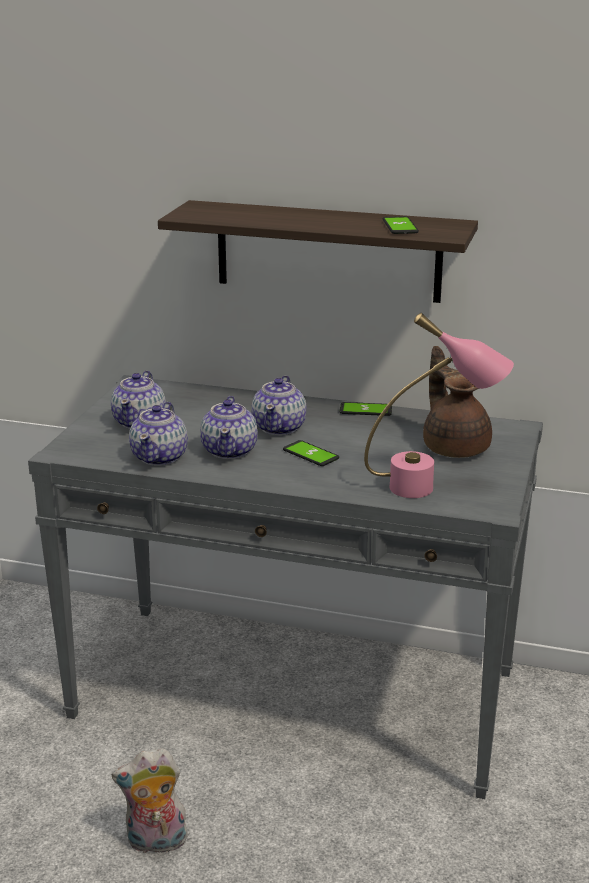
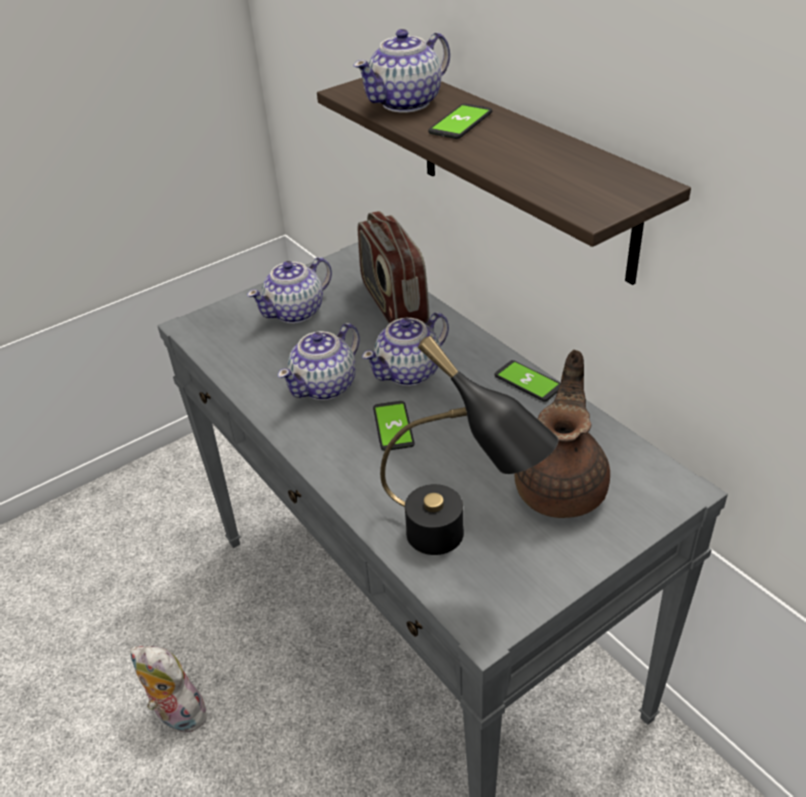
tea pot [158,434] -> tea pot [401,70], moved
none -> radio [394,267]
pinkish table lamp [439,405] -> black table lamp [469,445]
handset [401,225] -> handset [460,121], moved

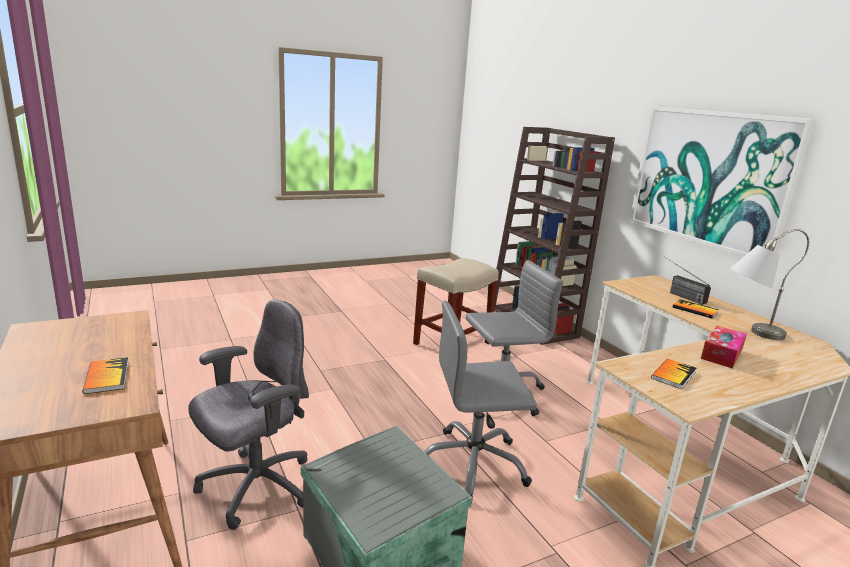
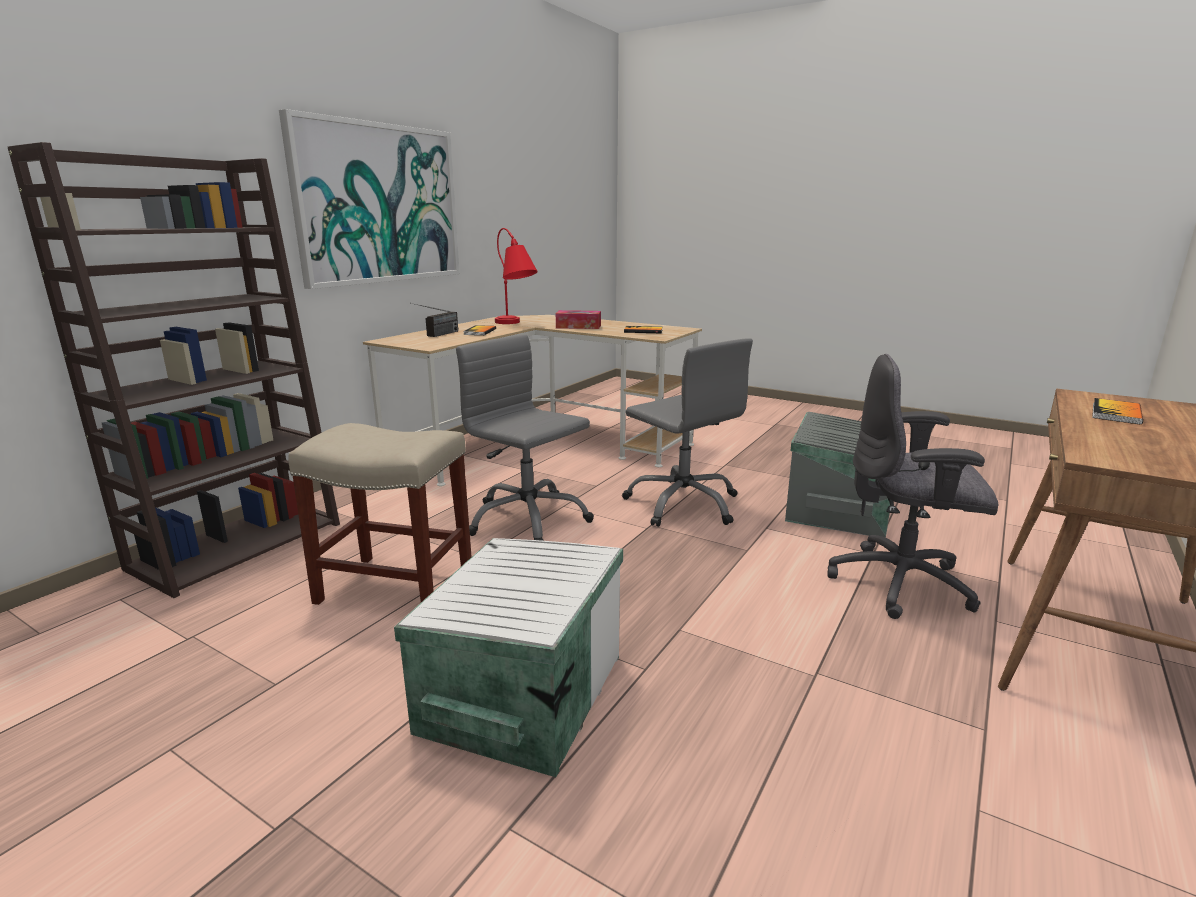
none -> white storage bin [508,657]
greyish table lamp [769,284] -> red table lamp [516,276]

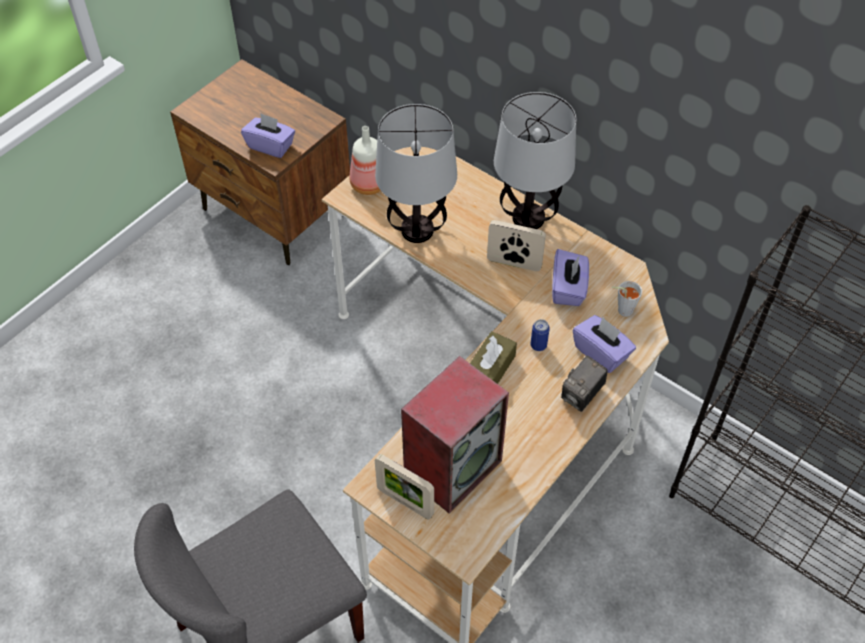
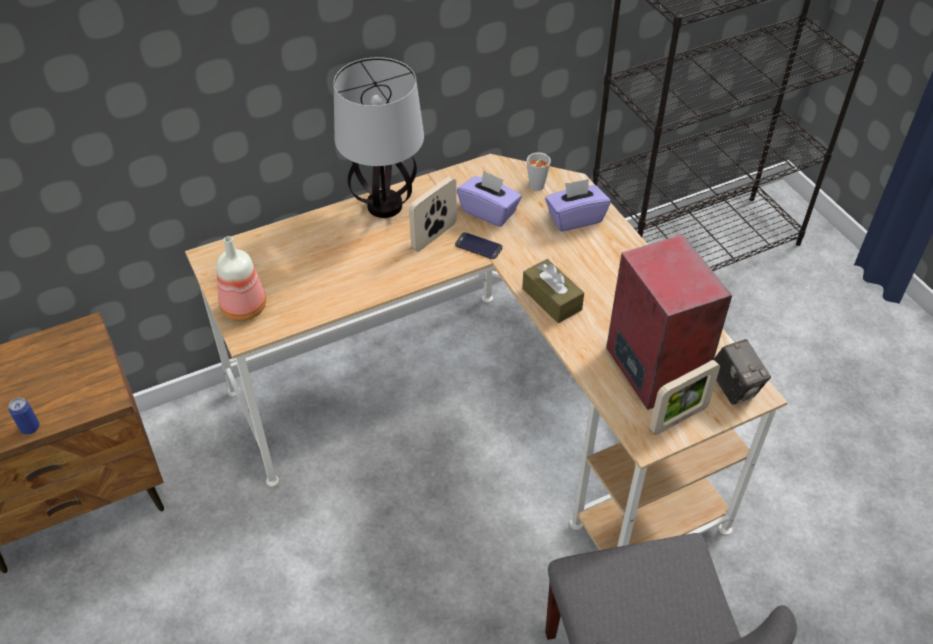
metal can [540,335] -> metal can [24,415], moved
none -> handset [479,245]
photo camera [584,383] -> photo camera [742,372], moved
purple tissue holder [268,135] -> none
table lamp [416,173] -> none

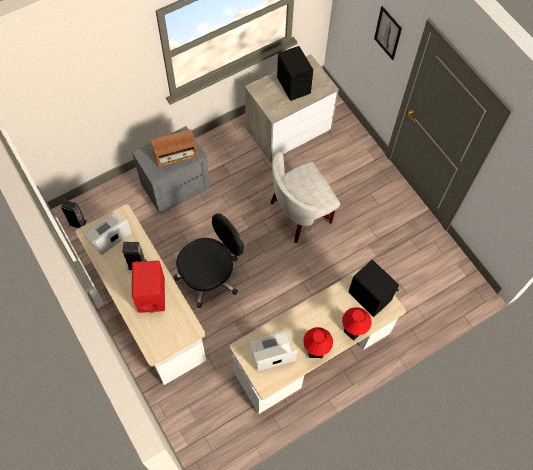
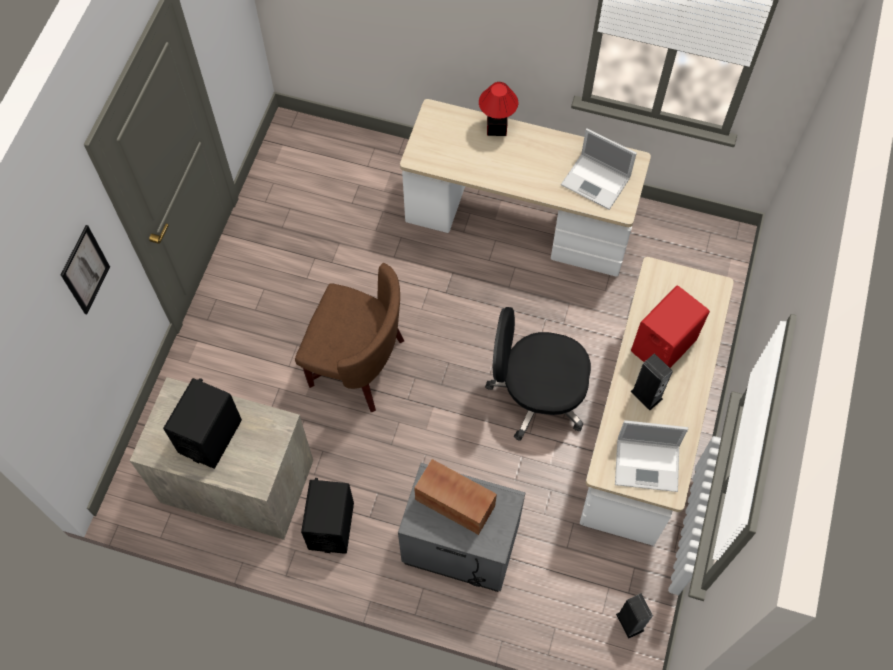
white lounge chair [305,197] -> brownish lounge chair [349,338]
black audio speaker [373,288] -> black audio speaker [327,516], moved
table lamp [318,342] -> none

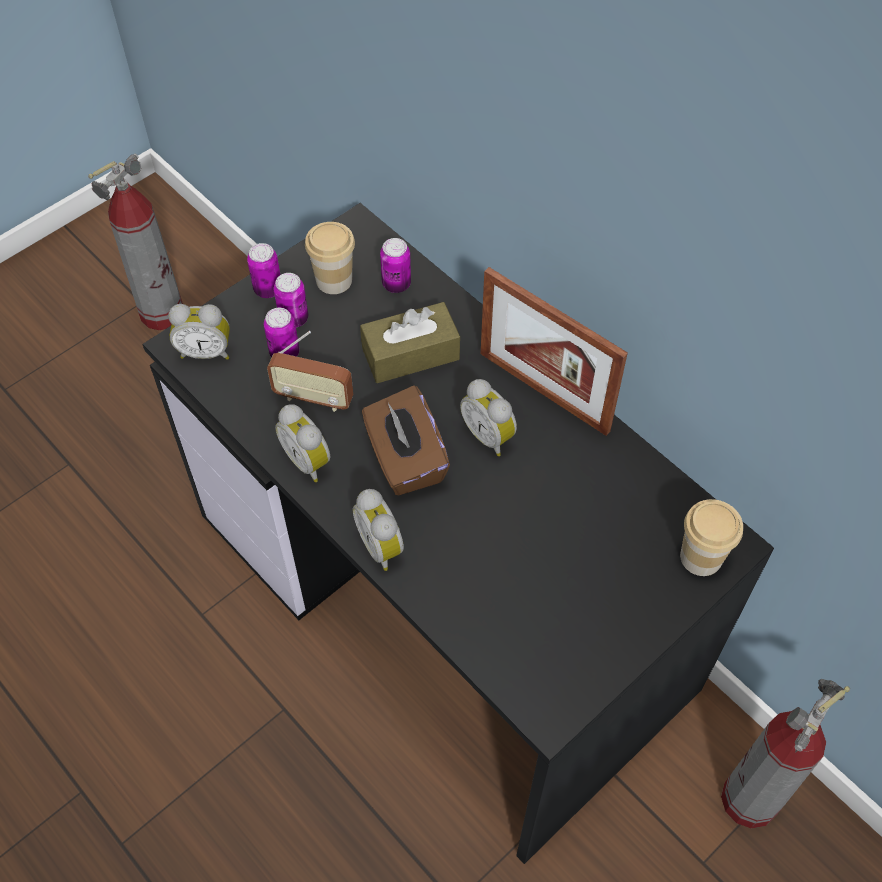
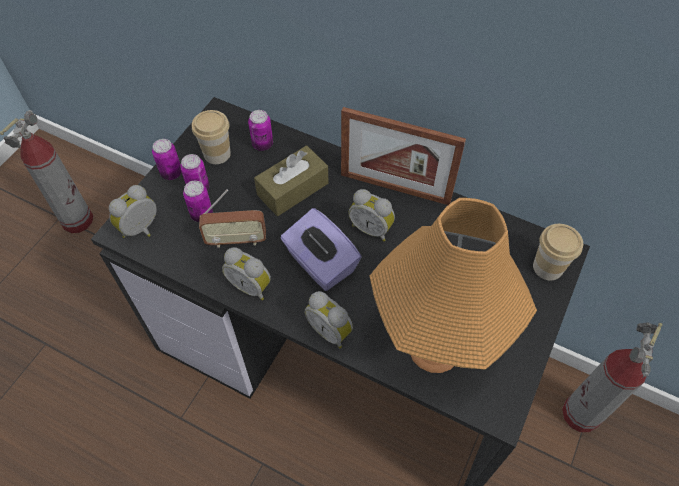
alarm clock [199,332] -> alarm clock [133,211], 150 degrees clockwise
brownish tissue holder [406,440] -> purple tissue holder [321,249]
none -> orange-coloured table lamp [453,285]

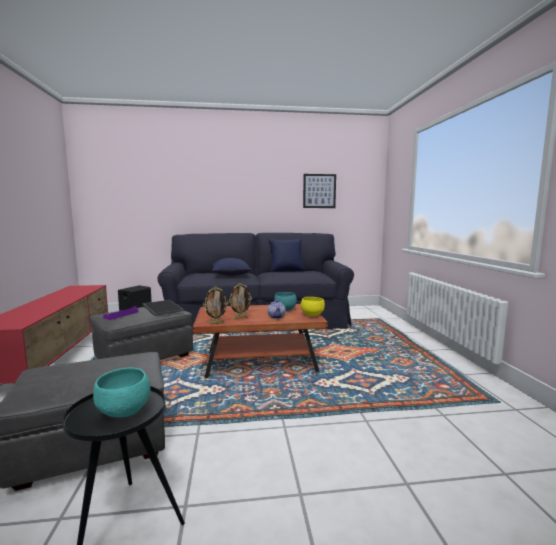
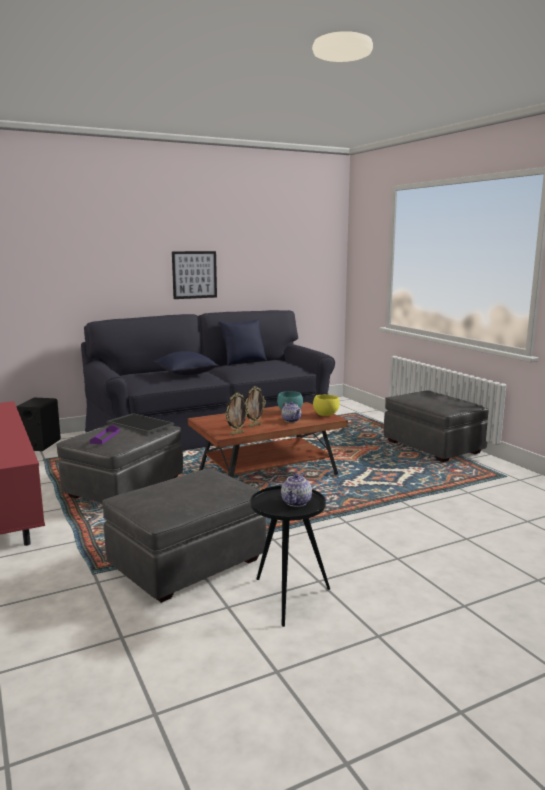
wall picture [319,191] -> wall picture [194,275], moved
turquoise deep dish [122,392] -> tea pot [296,489]
none -> greyish ottoman [436,426]

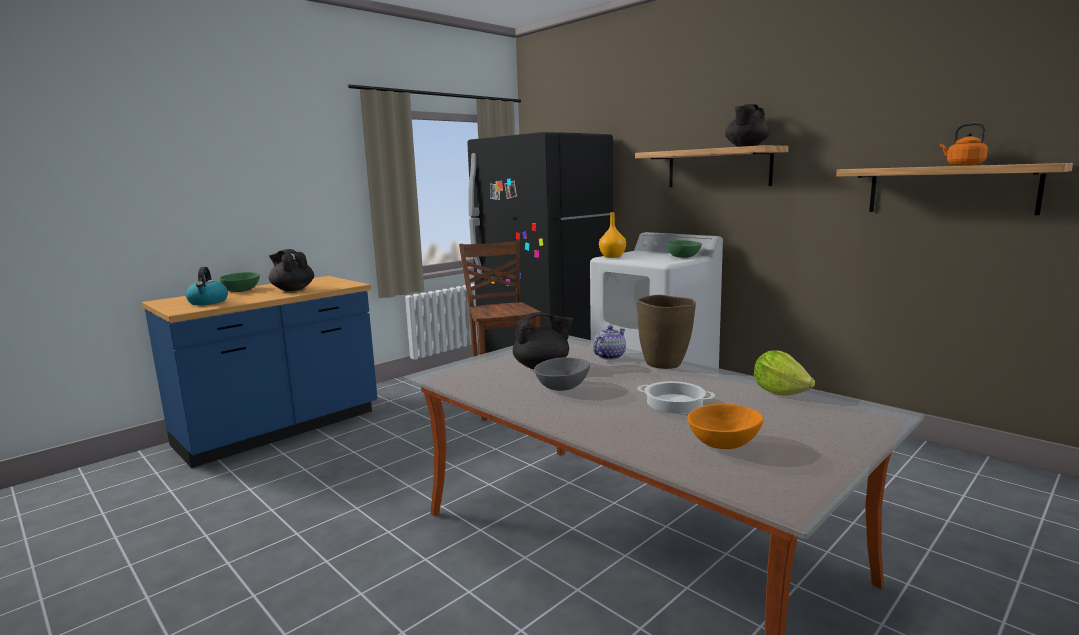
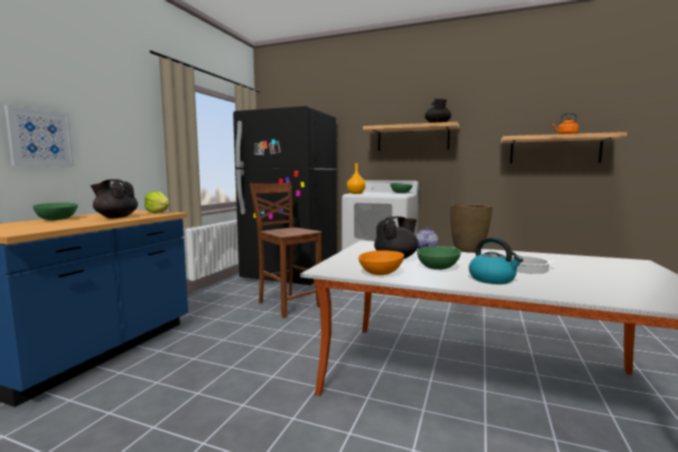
none -> wall picture [39,136]
lettuce head [784,373] -> lettuce head [157,202], moved
orange-coloured deep dish [725,426] -> orange-coloured deep dish [381,262], moved
greyish deep dish [562,374] -> green deep dish [439,258]
water kettle [206,286] -> water kettle [496,260], moved

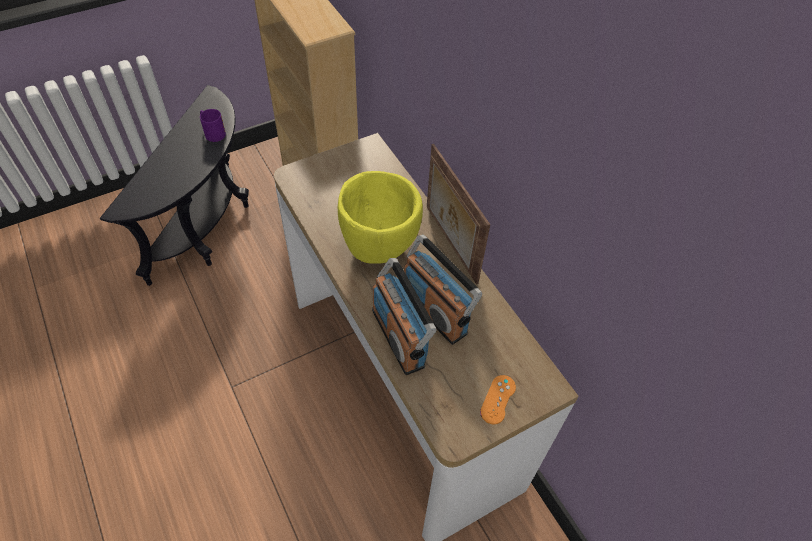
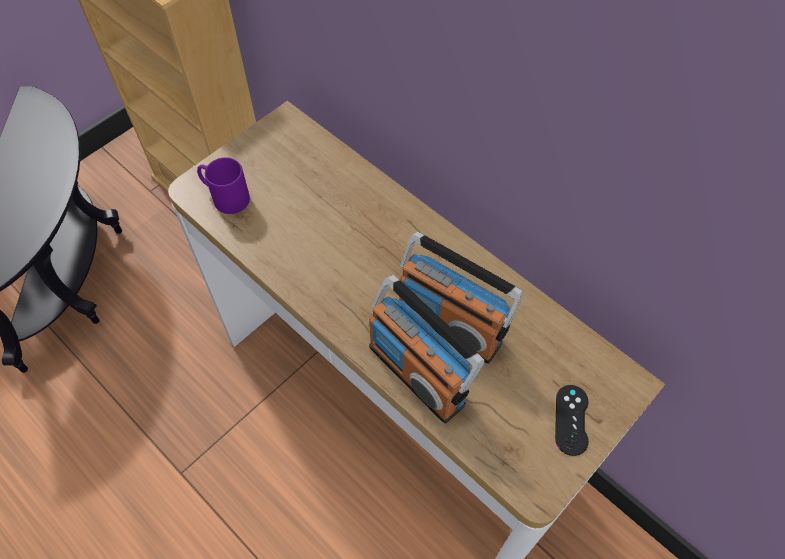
purple coffee mug [213,125] -> purple coffee mug [223,185], moved
orange-coloured game controller [498,400] -> black game controller [572,420]
yellowish deep dish [380,217] -> none
photo frame [458,214] -> none

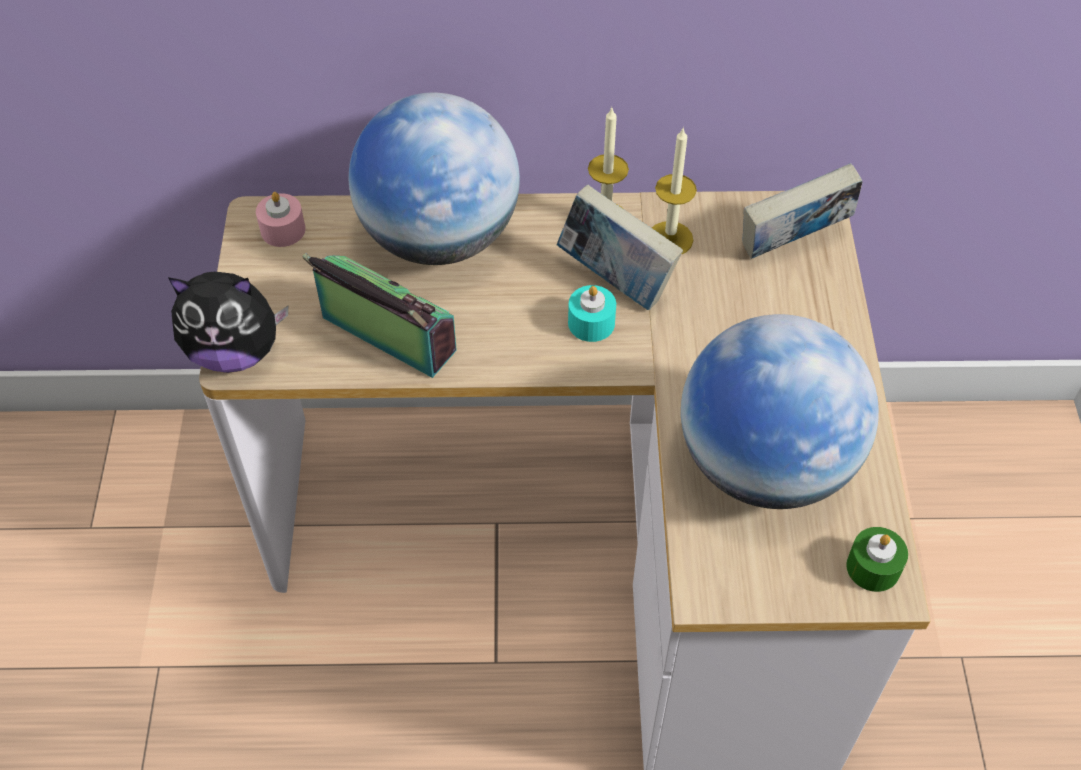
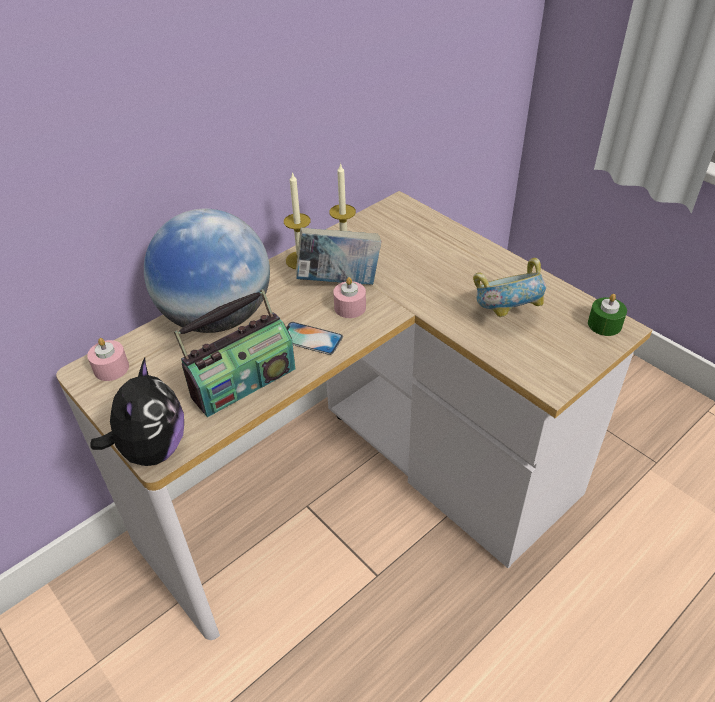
soft toy [228,322] -> soft toy [137,412], 45 degrees counterclockwise
radio [380,315] -> radio [234,353], 150 degrees clockwise
none -> handset [314,338]
turquoise wax light [592,313] -> pinkish wax light [349,297]
world globe [780,411] -> deep dish [509,287]
bound book [802,211] -> none

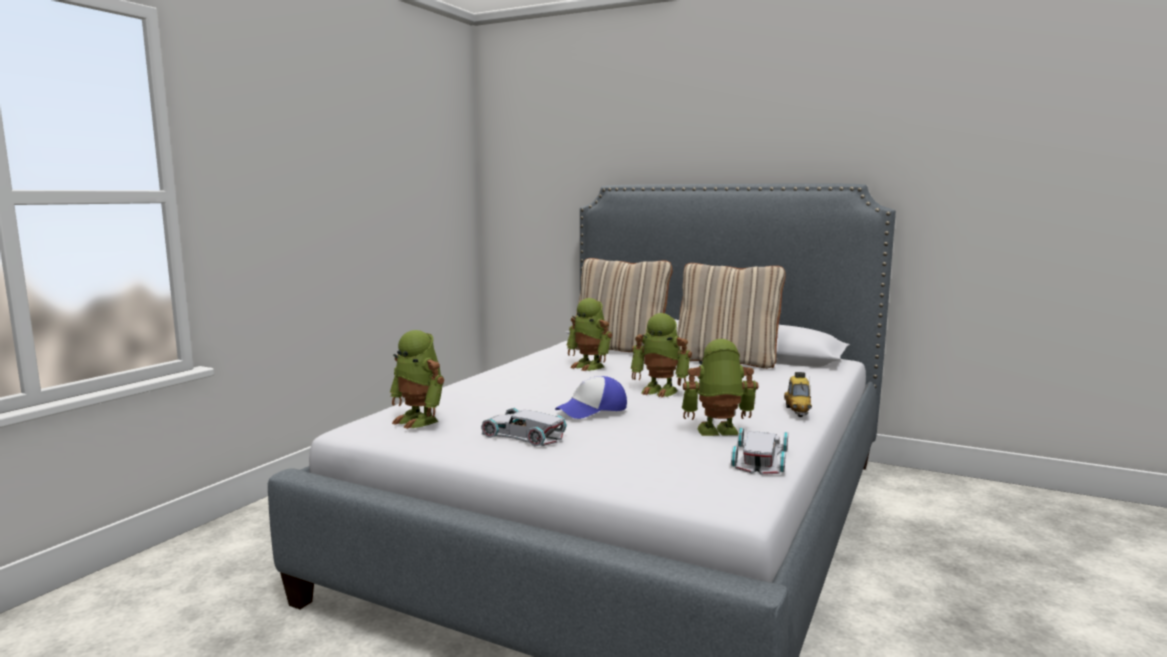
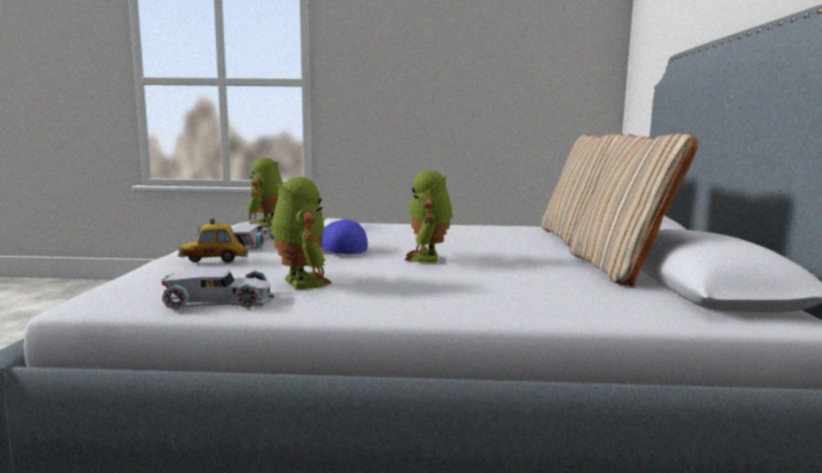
miniature car [798,394] -> miniature car [213,240], moved
robot figure [589,334] -> none

